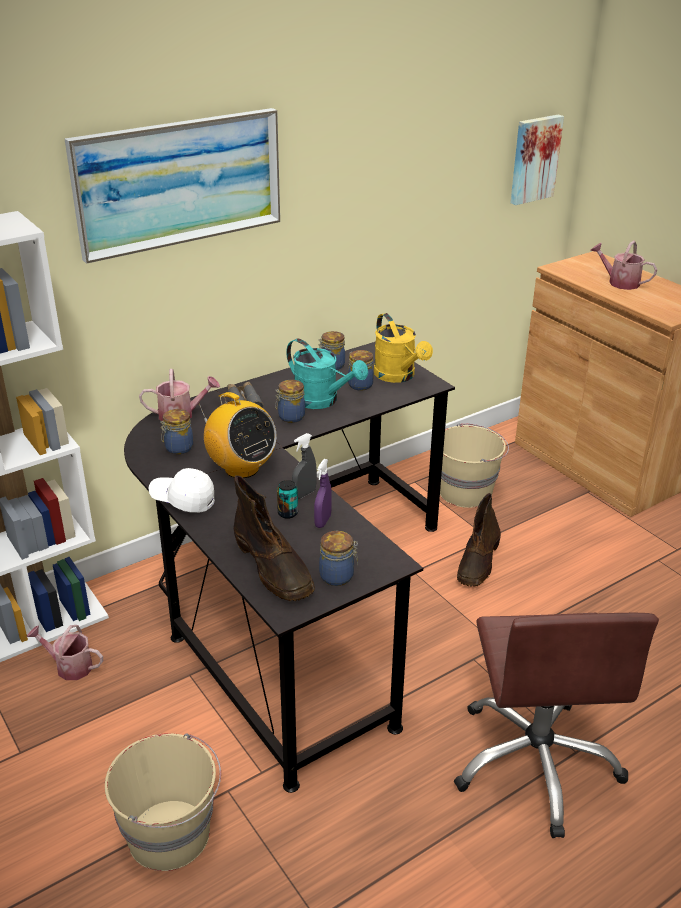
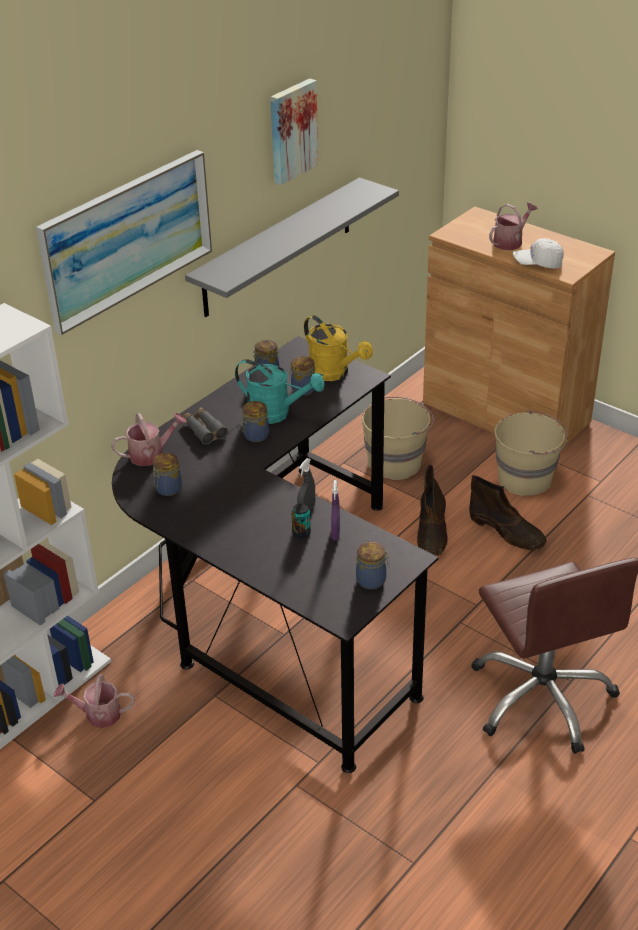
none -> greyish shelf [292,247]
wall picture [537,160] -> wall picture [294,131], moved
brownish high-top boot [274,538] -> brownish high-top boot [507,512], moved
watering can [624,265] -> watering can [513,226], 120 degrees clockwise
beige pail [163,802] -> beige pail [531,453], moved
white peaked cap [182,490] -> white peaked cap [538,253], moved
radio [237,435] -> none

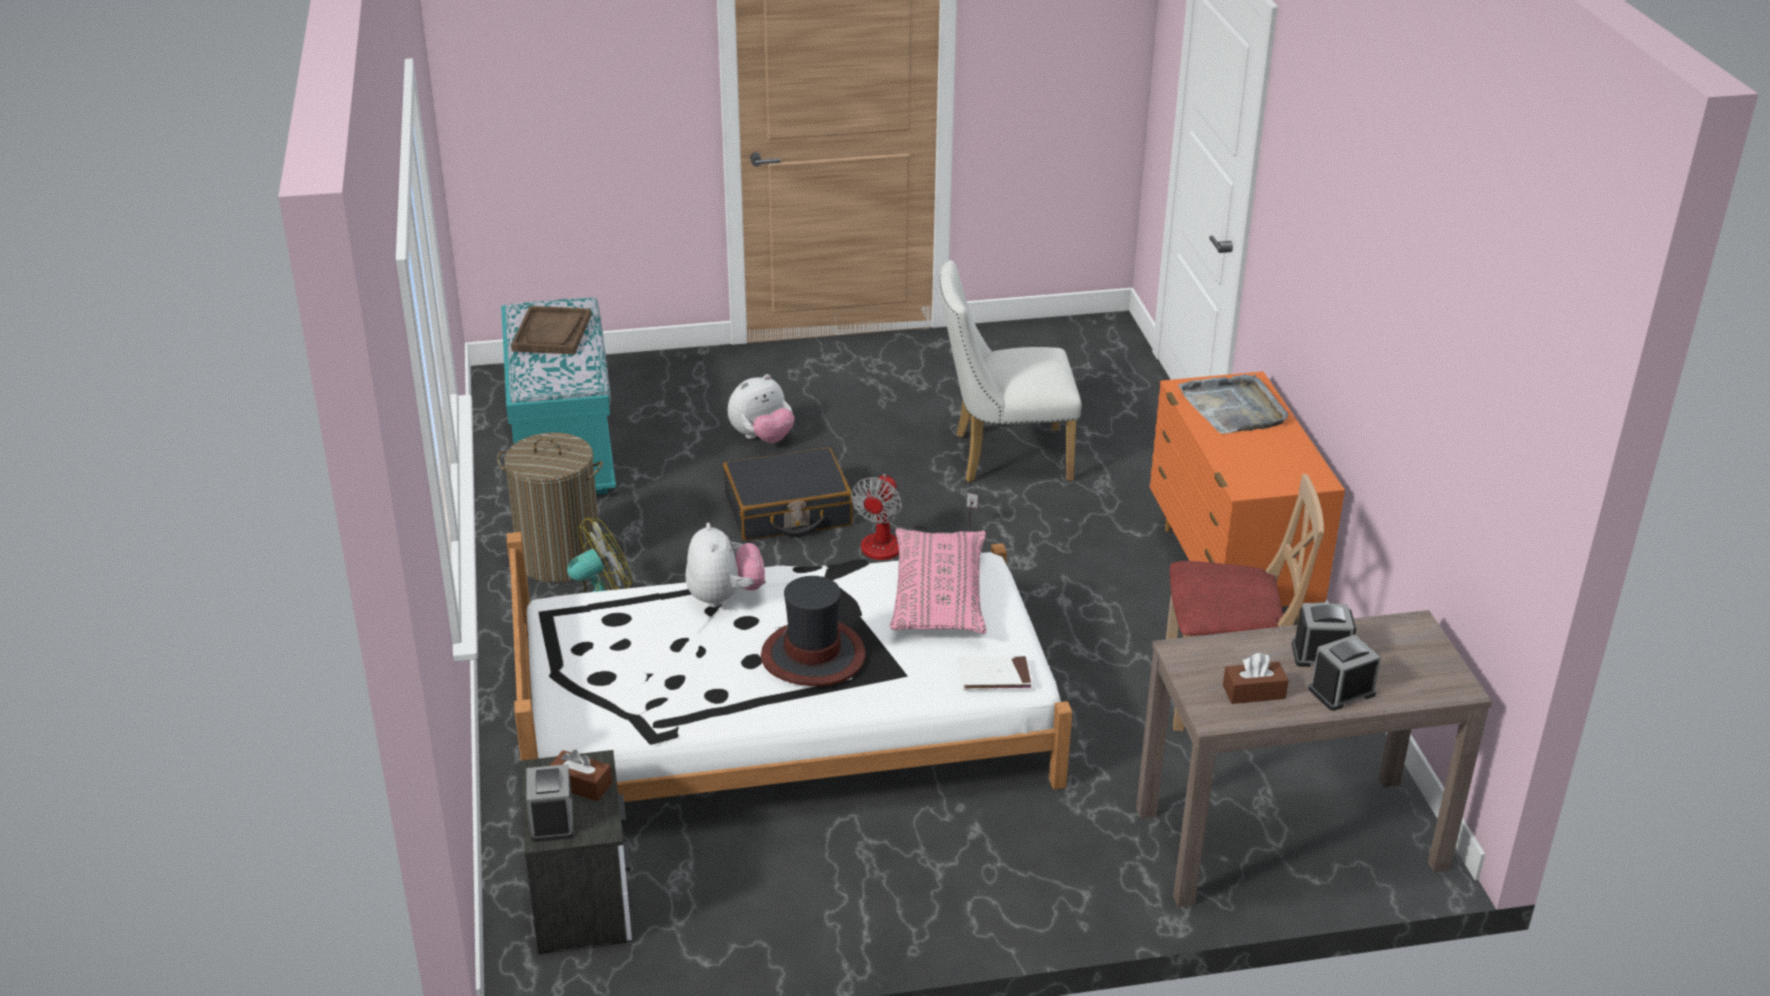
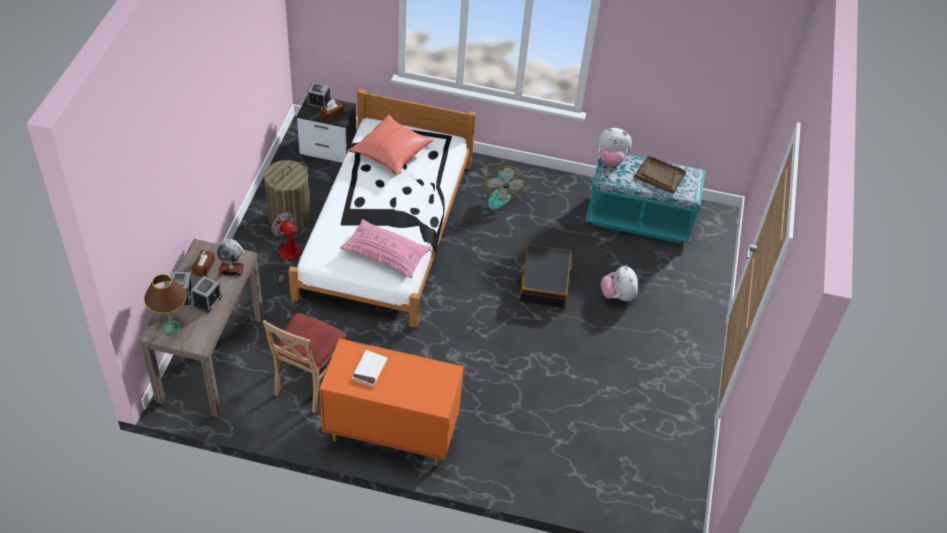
none -> brownish table lamp [165,304]
none -> world globe [230,257]
laundry basket [550,507] -> laundry basket [287,196], moved
fan [914,517] -> fan [286,249], moved
none -> red throw pillow [391,145]
white bound book [995,673] -> white bound book [369,368], moved
soft toy [725,565] -> soft toy [615,147], moved
clothing hat [813,631] -> none
white chair [1010,371] -> none
greyish carrying tray [1233,404] -> none

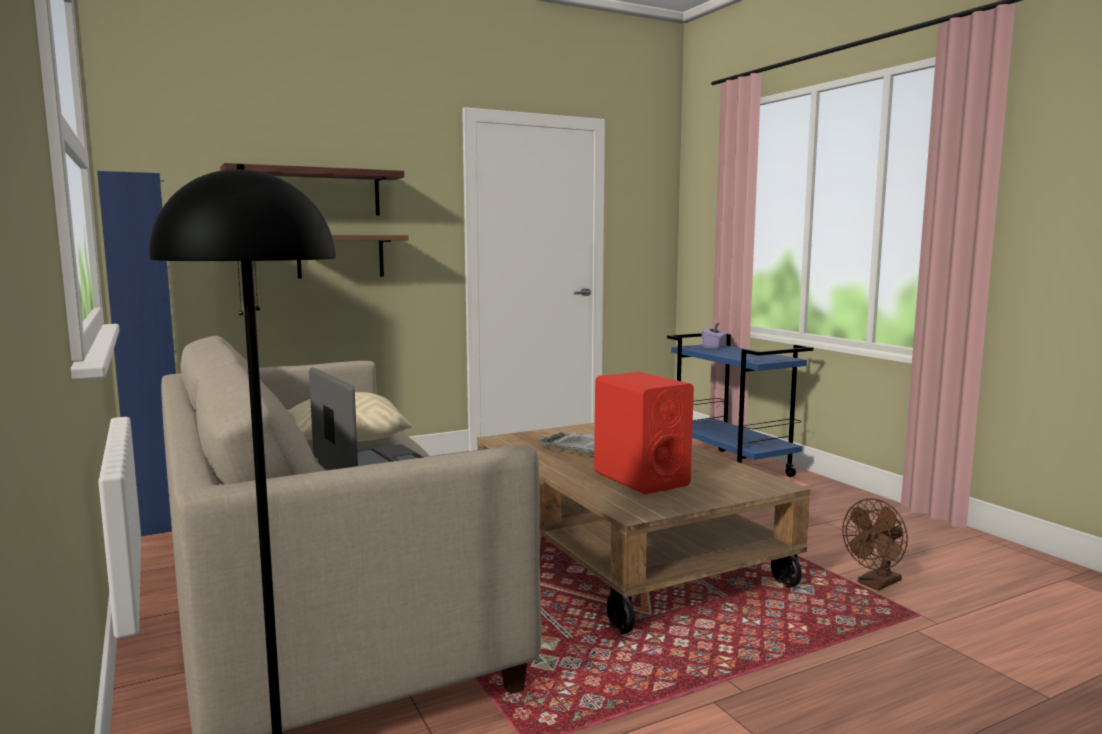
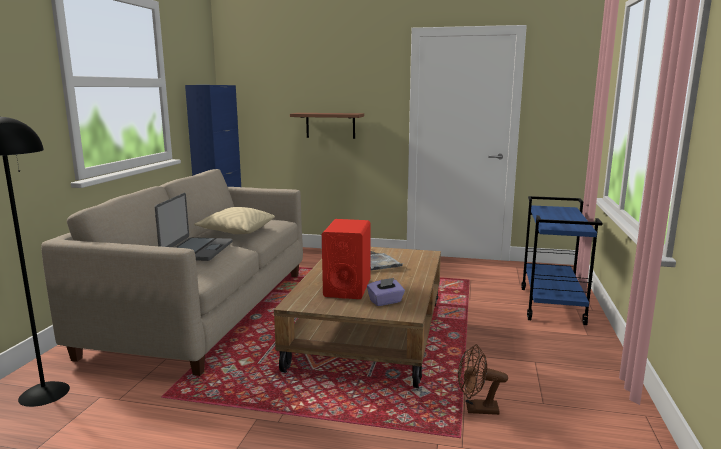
purple tissue holder [714,335] -> purple tissue holder [386,292], moved
shelf [312,189] -> none

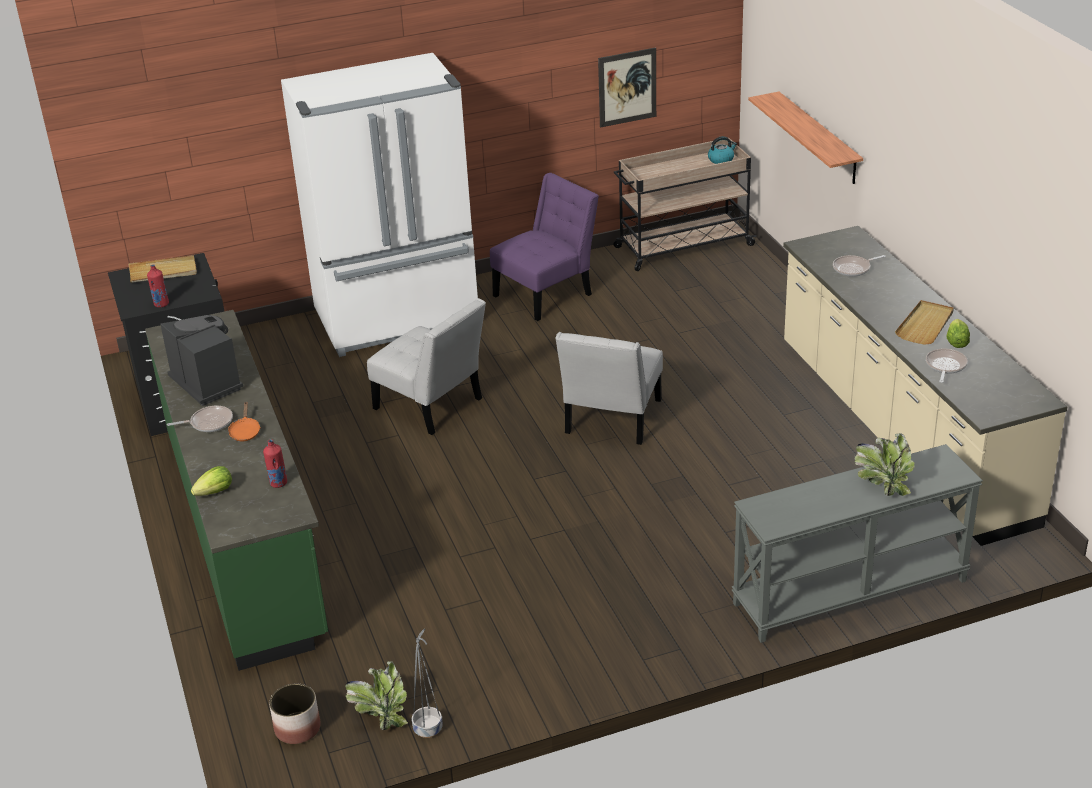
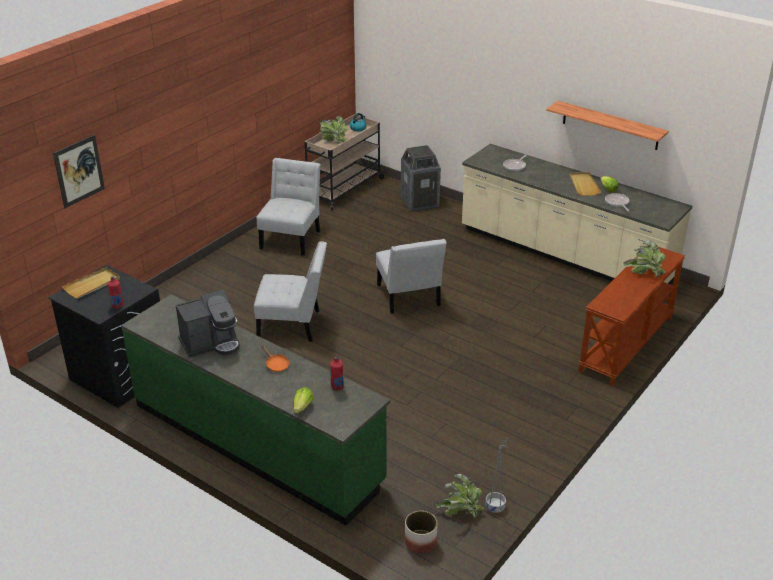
wall picture [627,87] -> wall picture [79,171], moved
coffee machine [202,360] -> coffee machine [208,324], 135 degrees clockwise
purple chair [544,247] -> white chair [288,207]
none -> plant in a pot [333,130]
none -> trash can [421,178]
shelf [805,138] -> shelf [607,125], moved
greyish console table [857,543] -> brownish console table [631,315]
skillet [200,419] -> none
white kitchen fridge [379,205] -> none

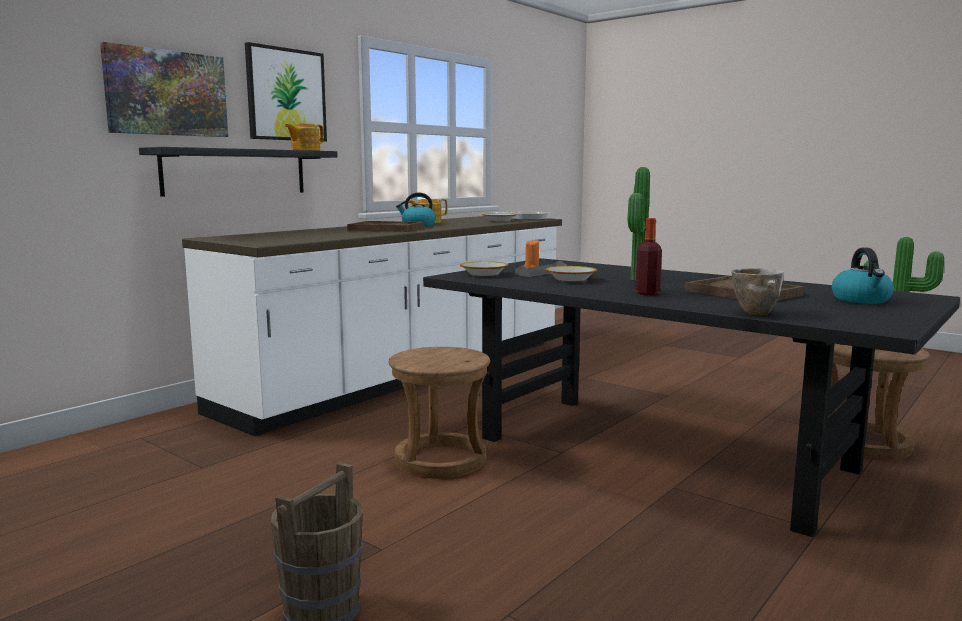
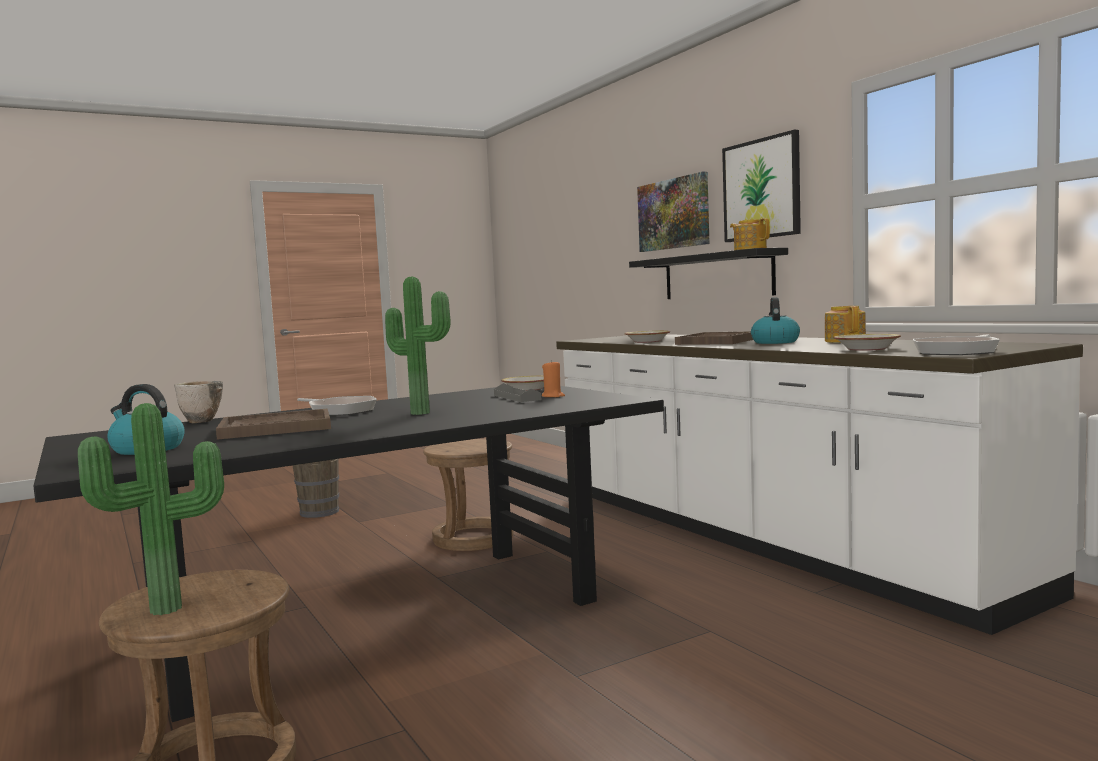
bottle [648,256] -> skillet [337,406]
deep dish [571,274] -> deep dish [647,337], moved

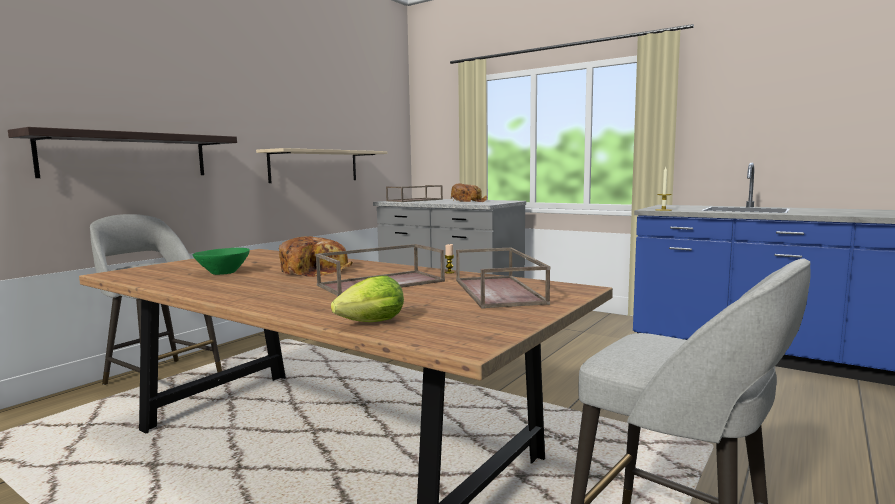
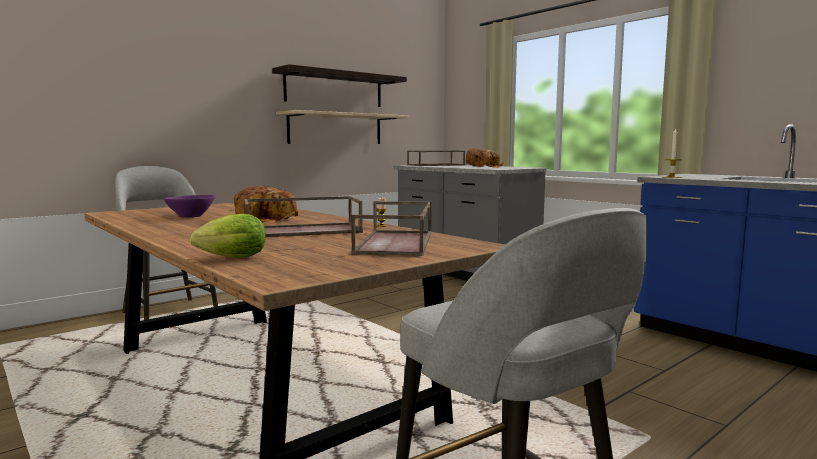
green deep dish [221,261] -> purple deep dish [189,206]
shelf [122,152] -> shelf [339,85], moved

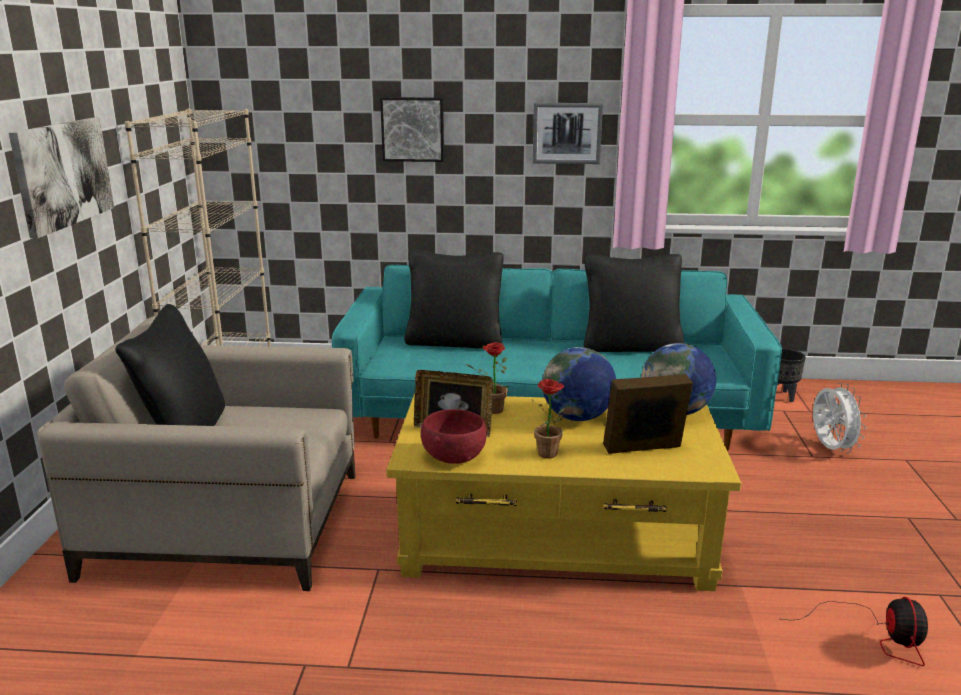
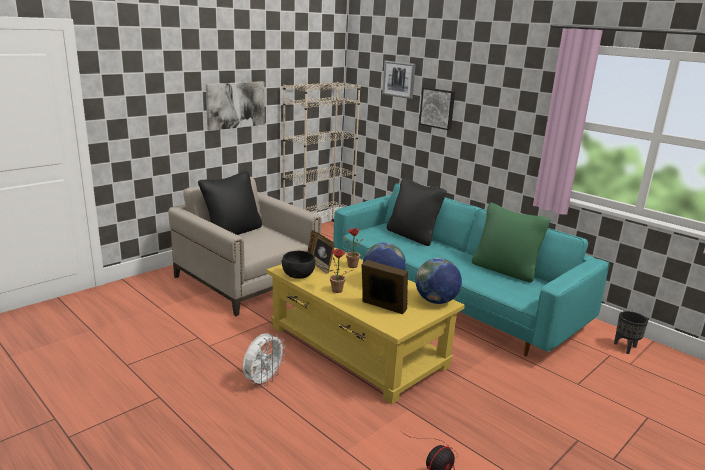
white fan [840,418] -> white fan [264,360], moved
red deep dish [454,436] -> black deep dish [298,265]
wall picture [568,133] -> wall picture [399,80], moved
black throw pillow [634,303] -> green throw pillow [511,242]

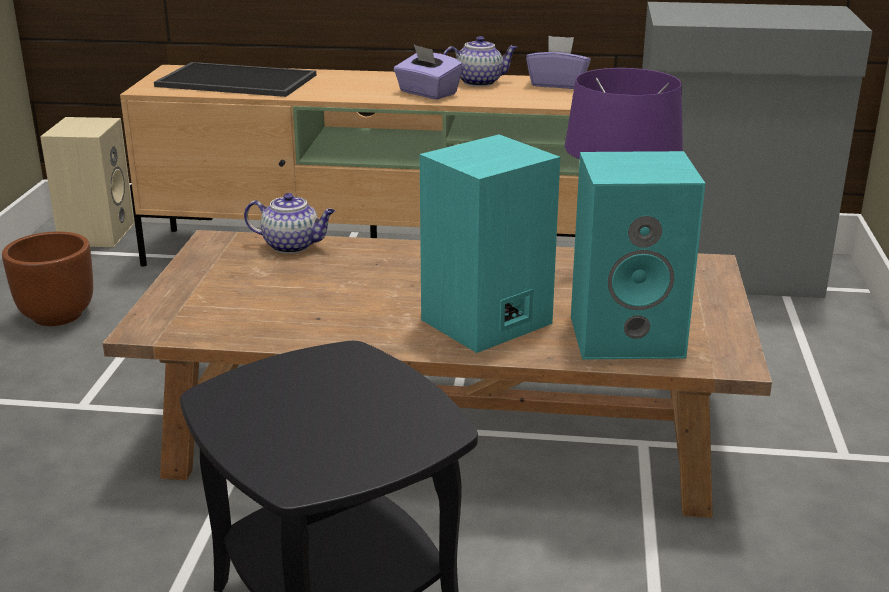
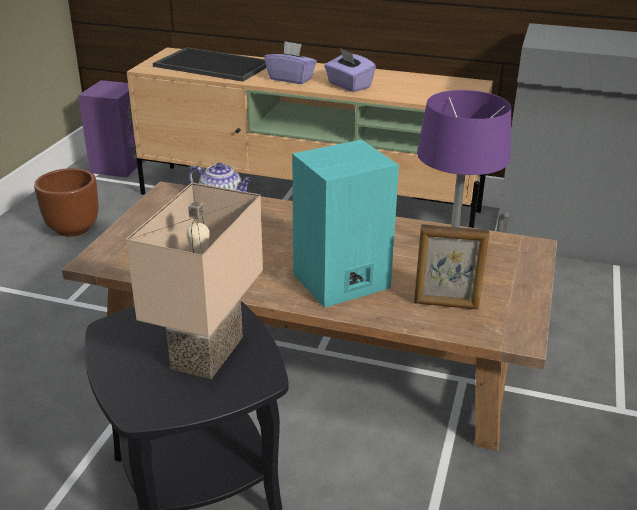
beige audio speaker [87,182] -> purple audio speaker [111,129]
none -> beige table lamp [194,281]
purple tissue holder [558,62] -> purple tissue holder [290,62], moved
turquoise audio speaker [638,255] -> photo frame [452,267]
tea pot [480,61] -> none

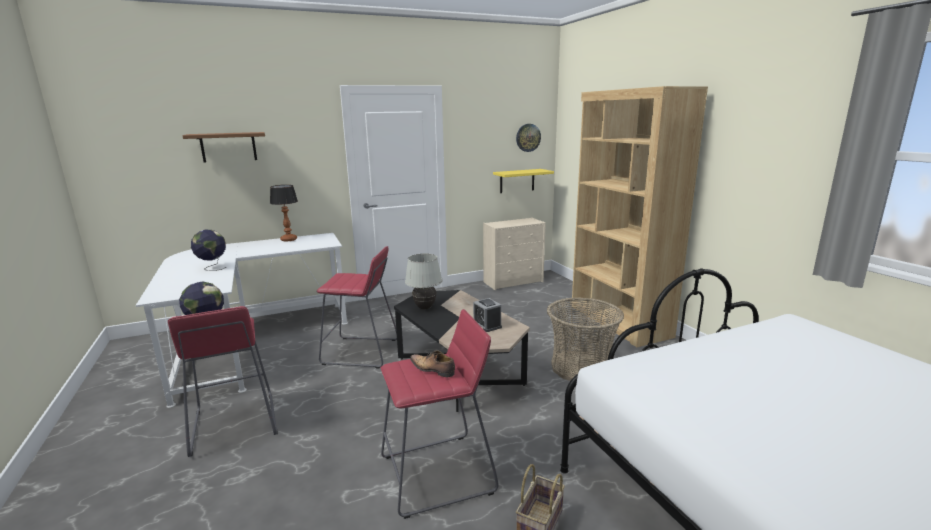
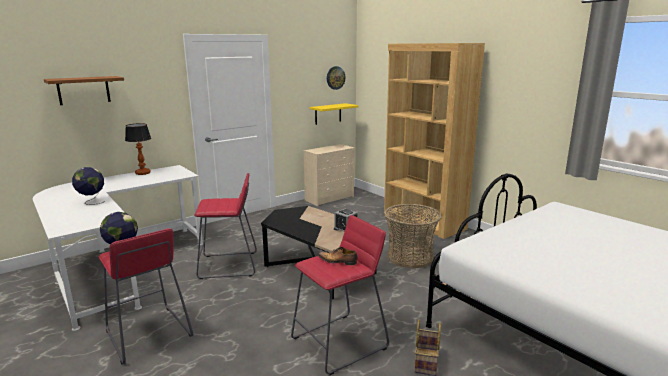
white table lamp [423,281] -> none

